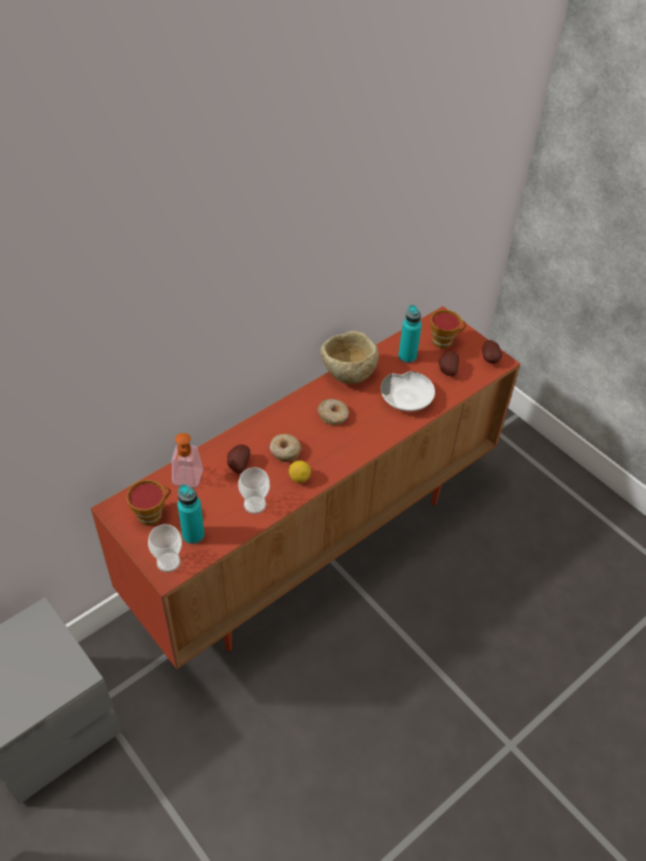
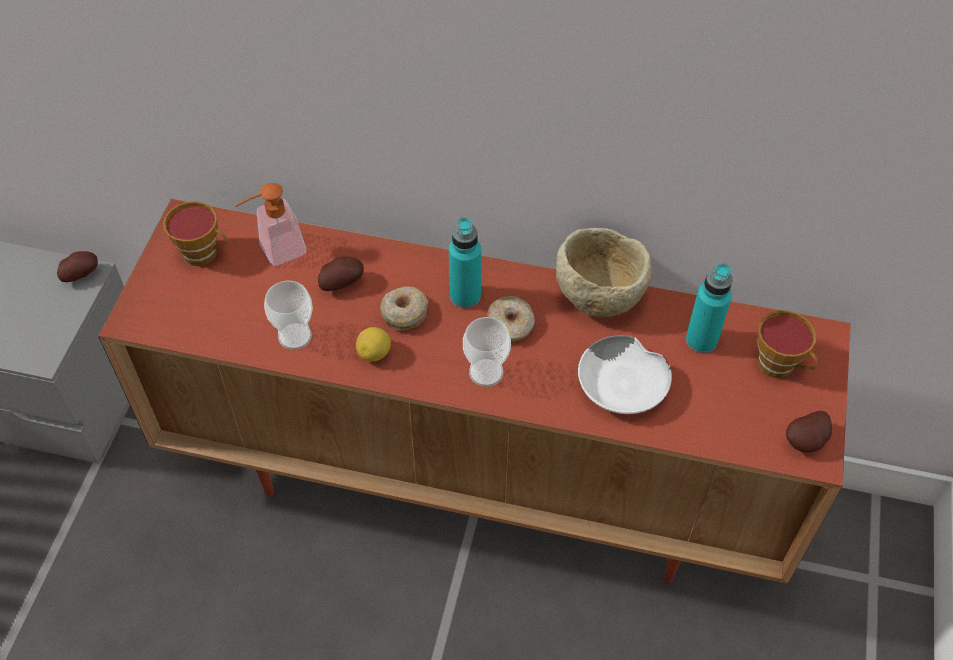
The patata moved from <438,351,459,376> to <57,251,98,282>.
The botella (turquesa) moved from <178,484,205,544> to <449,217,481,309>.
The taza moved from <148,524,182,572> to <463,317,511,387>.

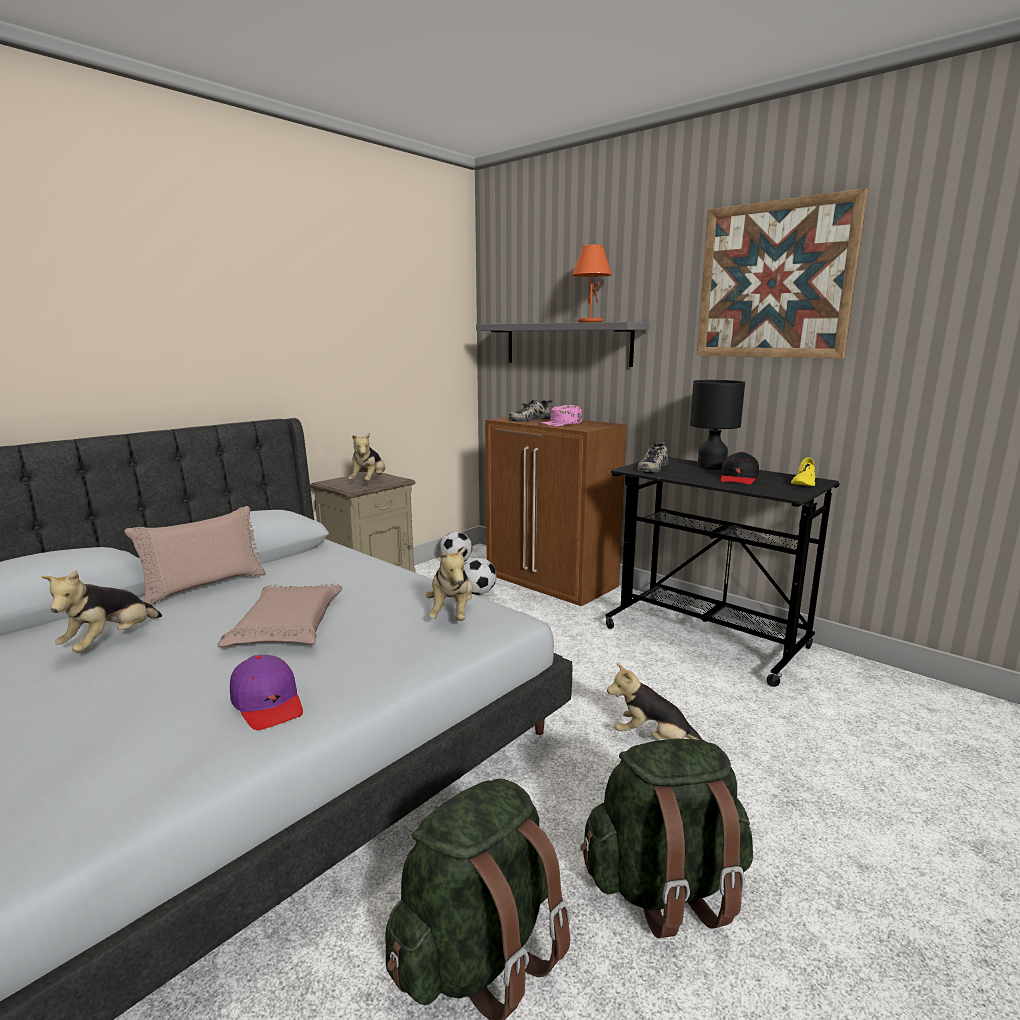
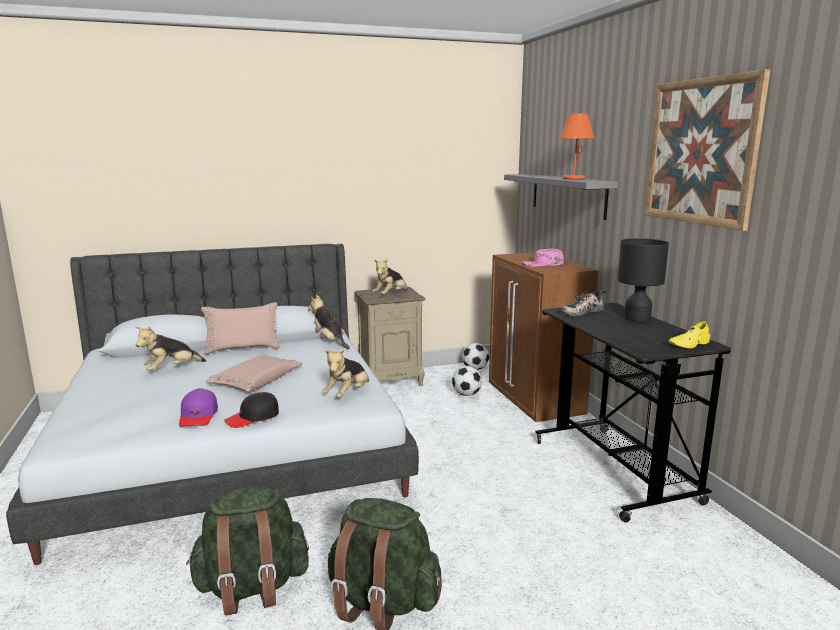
The zapato at <509,399,552,421> disappeared.
The gorra (negro) moved from <721,451,759,485> to <224,392,279,428>.
The peluche moved from <607,663,708,743> to <308,295,350,349>.

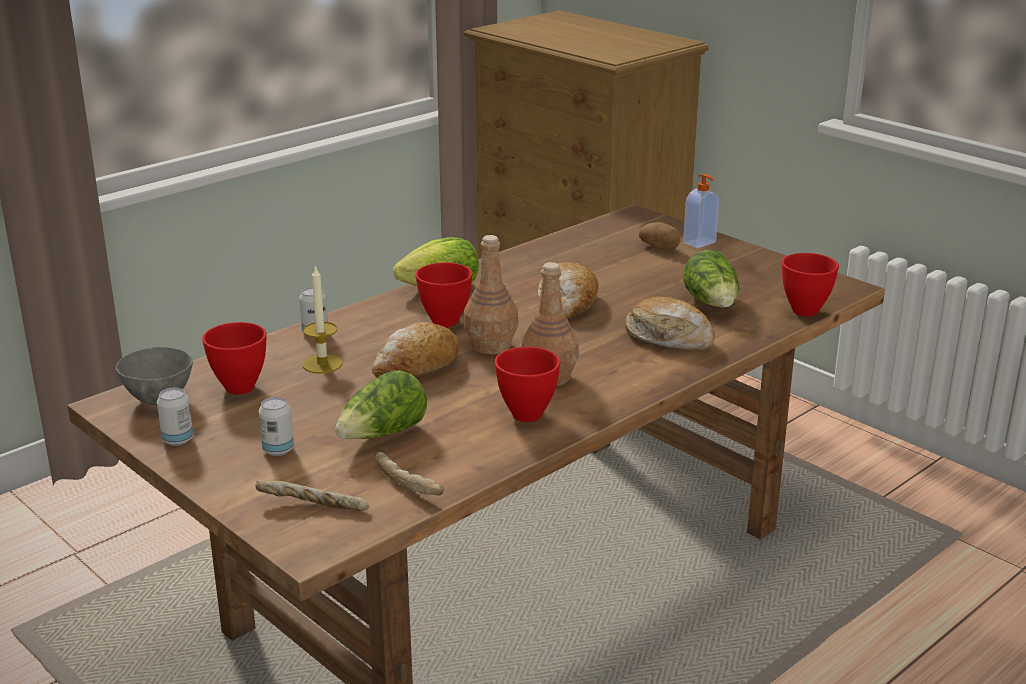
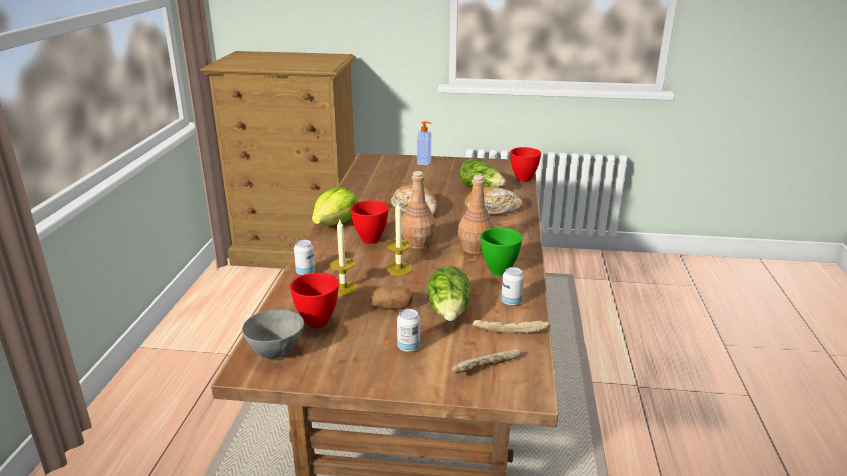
The patata moved from <639,222,680,250> to <370,286,413,310>.
The pan at <372,322,460,377> was replaced by the vela at <386,203,413,275>.
The cuenco (rojo) at <495,347,560,422> became the cuenco (verde) at <480,228,523,275>.
The lata moved from <157,388,193,446> to <501,267,524,306>.

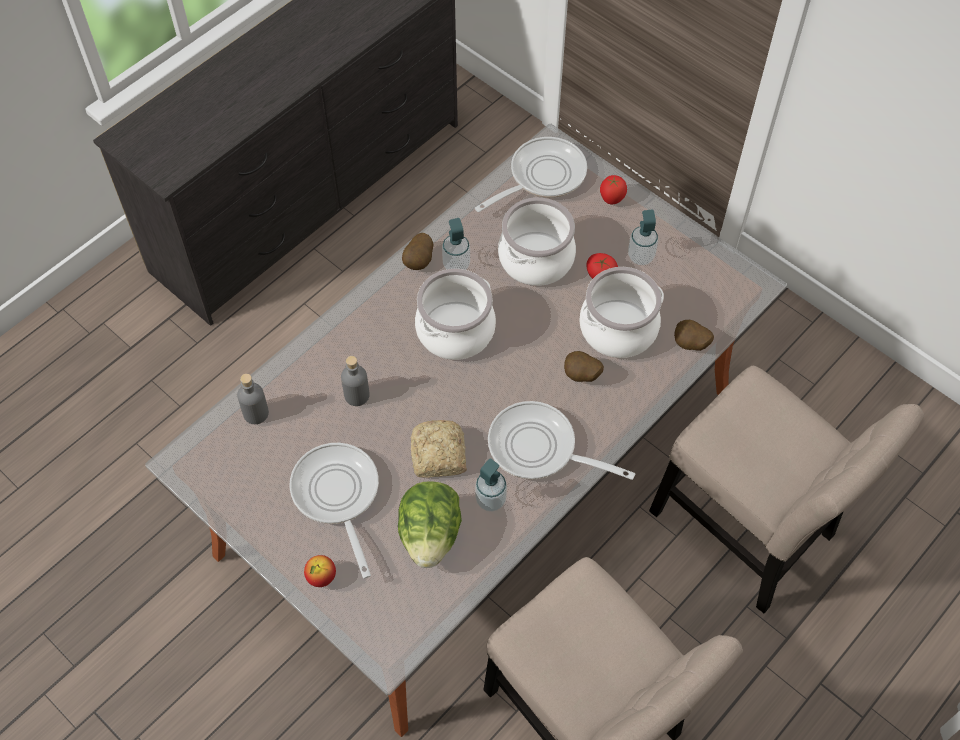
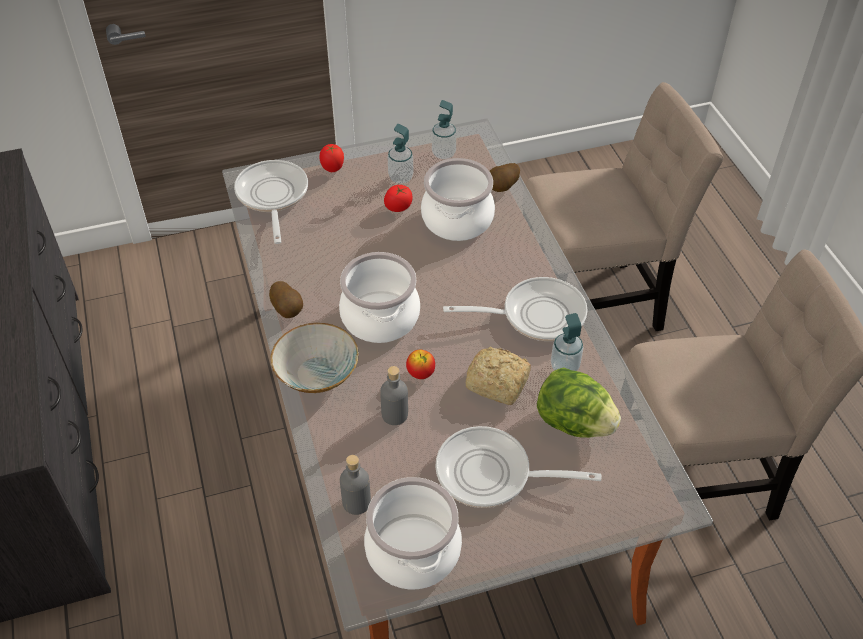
The olla moved from <498,197,576,286> to <364,477,462,590>.
The dispensador de jabón moved from <442,218,470,270> to <432,100,457,159>.
The patata at <564,351,604,382> disappeared.
The sartén at <488,401,635,480> turned 150 degrees counterclockwise.
The manzana moved from <304,555,336,587> to <406,350,435,379>.
The cuenco at <270,323,359,393> appeared.

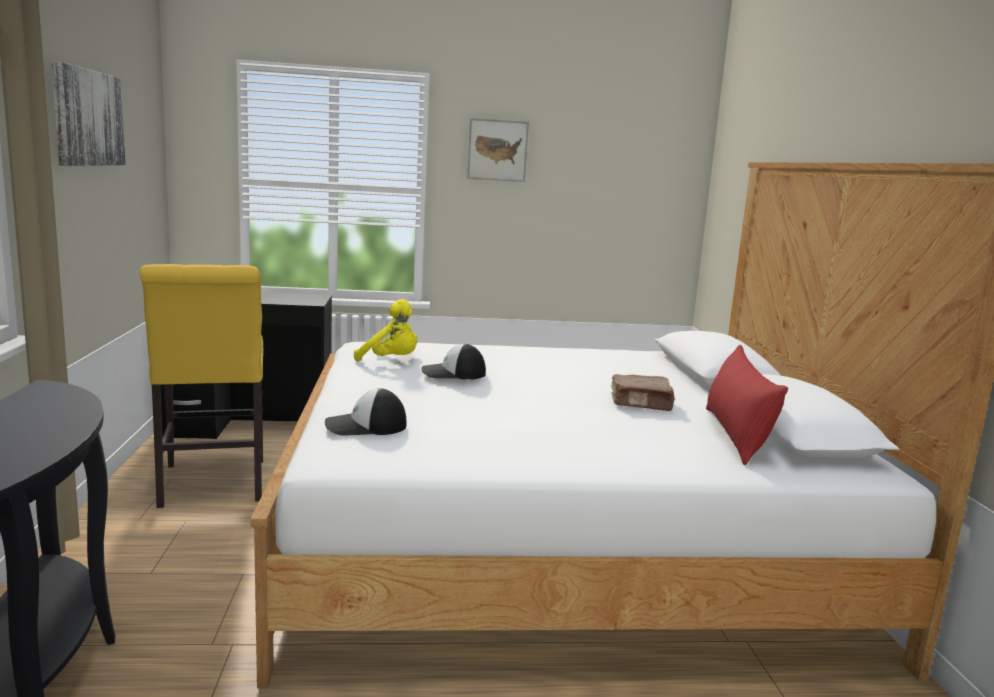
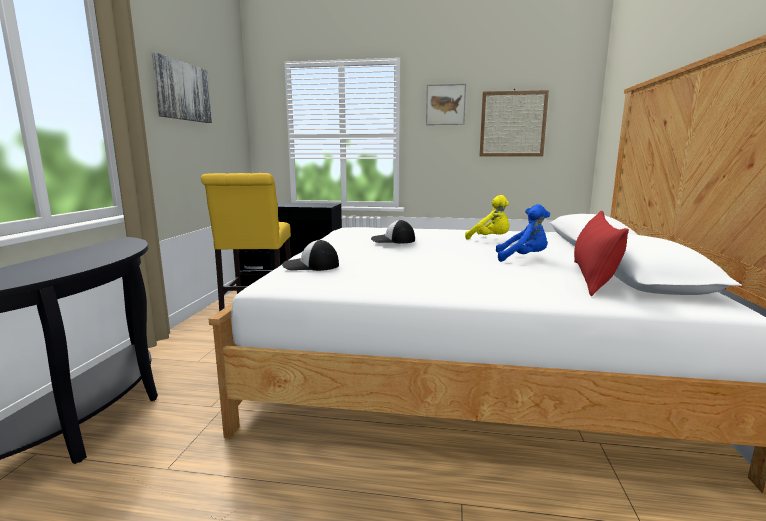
The peluche (amarillo) moved from <354,299,417,362> to <465,195,509,240>.
The libro (marrón) at <611,374,675,411> was replaced by the peluche (azul) at <496,204,550,262>.
The cuadro at <480,89,549,157> appeared.

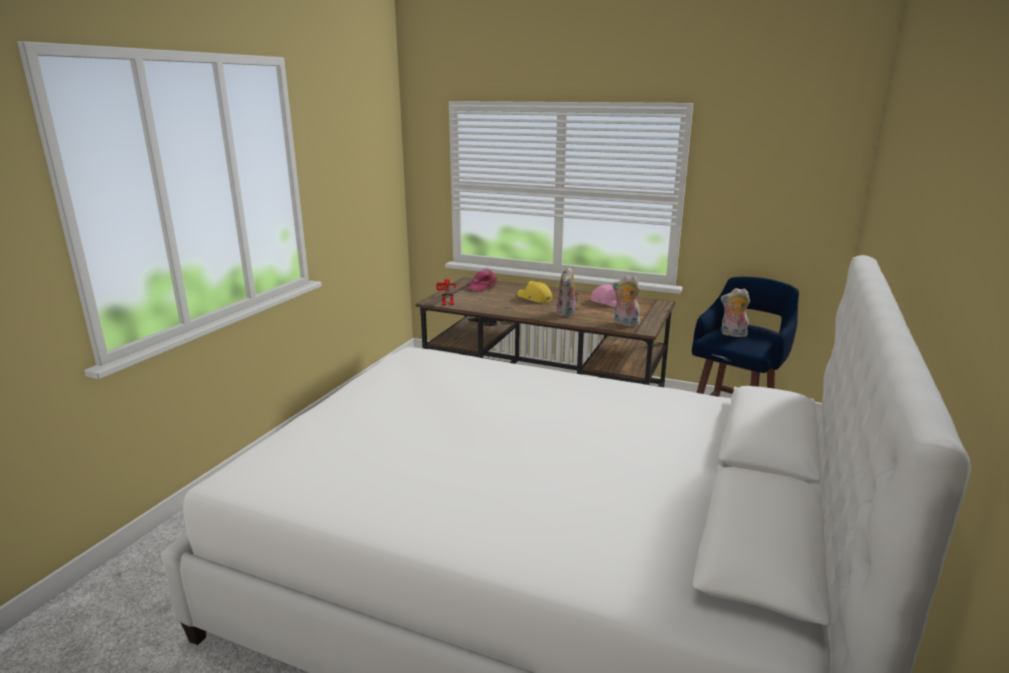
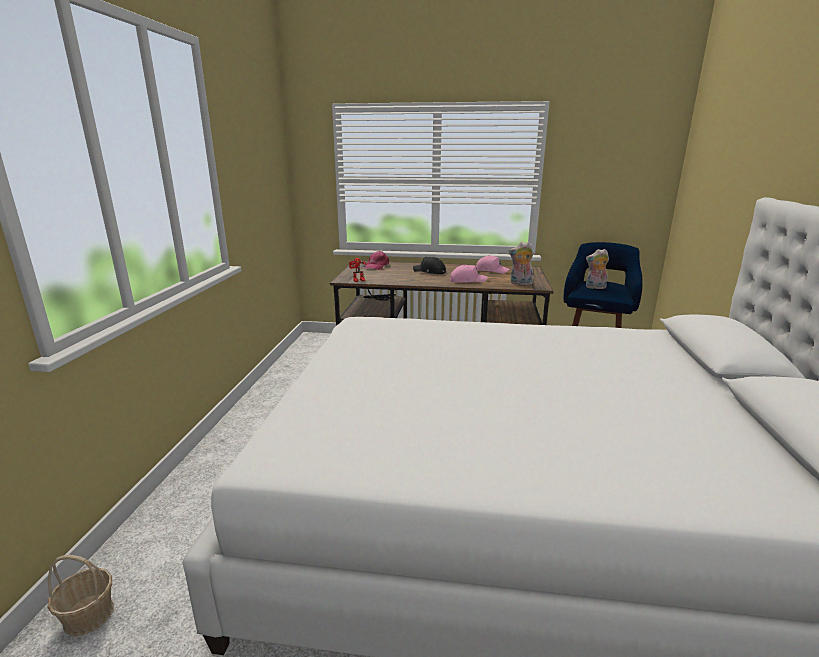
The peluche at <557,266,579,317> was replaced by the gorra (rosa) at <450,265,488,283>.
The gorra (amarillo) at <517,281,552,303> became the gorra (negro) at <413,257,446,274>.
The cesta at <47,555,114,637> appeared.

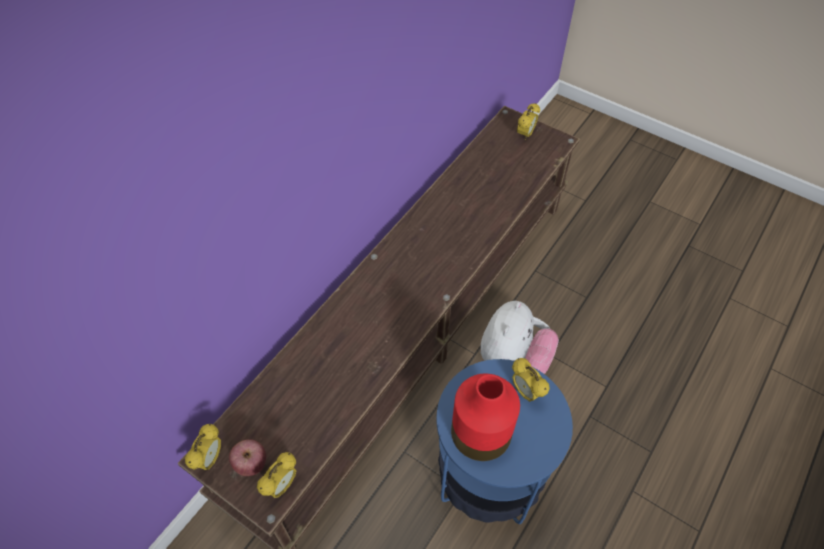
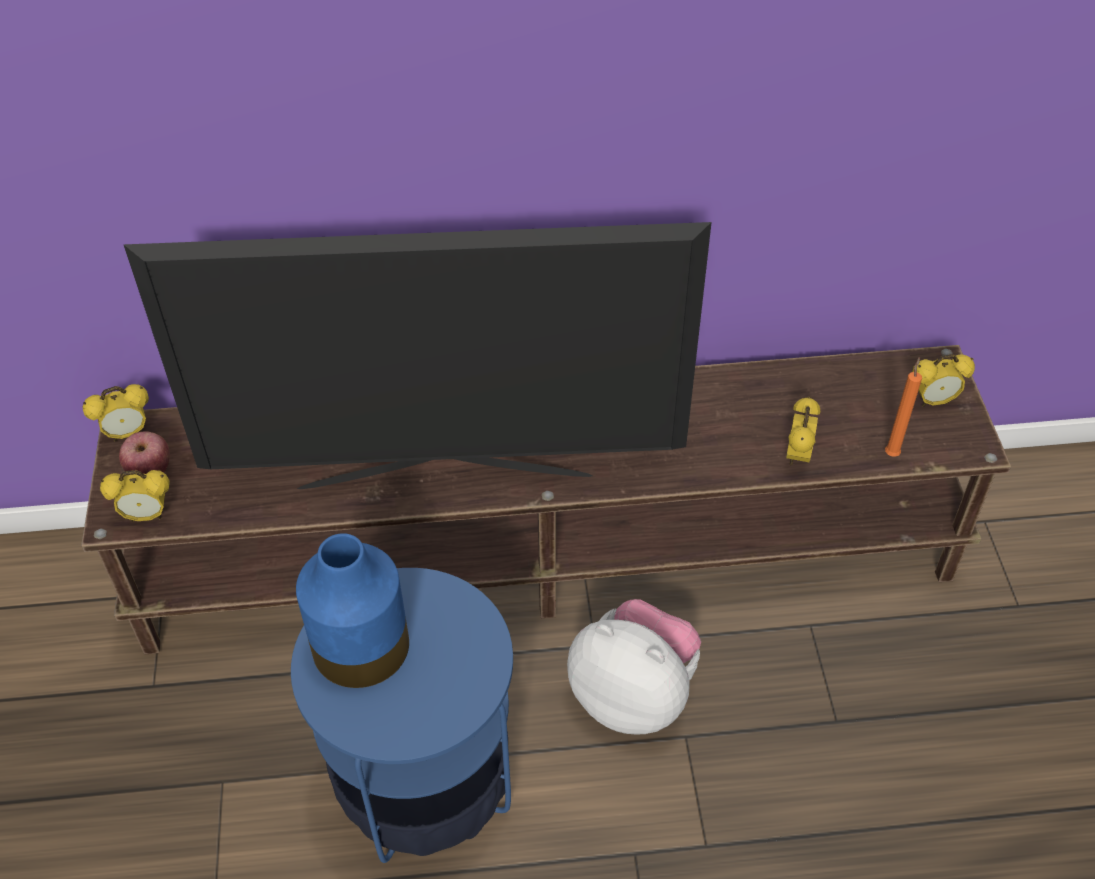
The peluche at <481,301,559,374> turned 135 degrees counterclockwise.
The despertador moved from <512,358,550,402> to <786,396,820,466>.
The florero (rojo) at <451,374,520,461> became the florero (azul) at <296,533,409,688>.
The televisor at <123,222,712,489> appeared.
The vela (naranja) at <885,357,922,457> appeared.

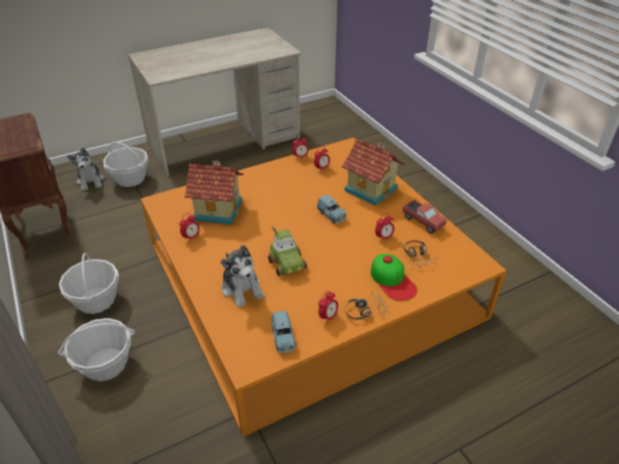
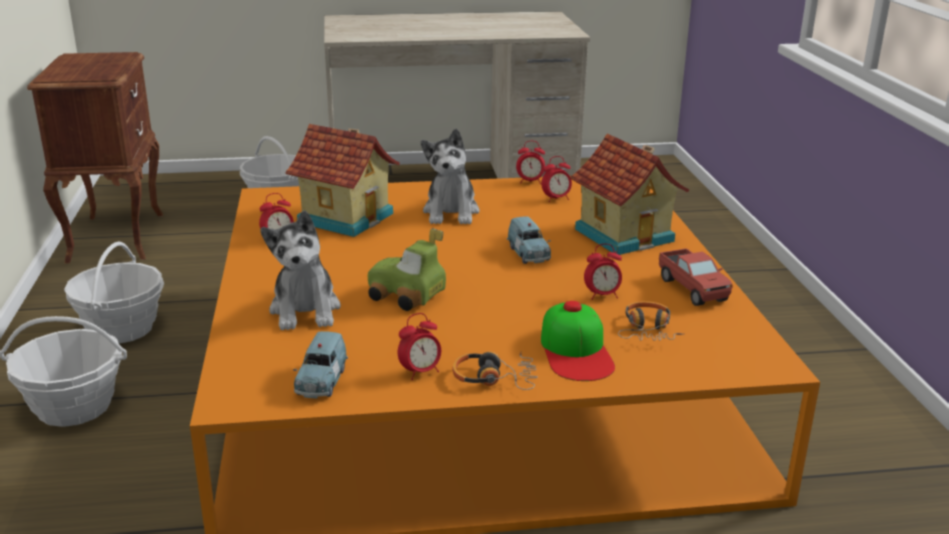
The peluche moved from <67,147,104,191> to <421,128,480,224>.
The coche de juguete at <268,226,307,276> turned 120 degrees clockwise.

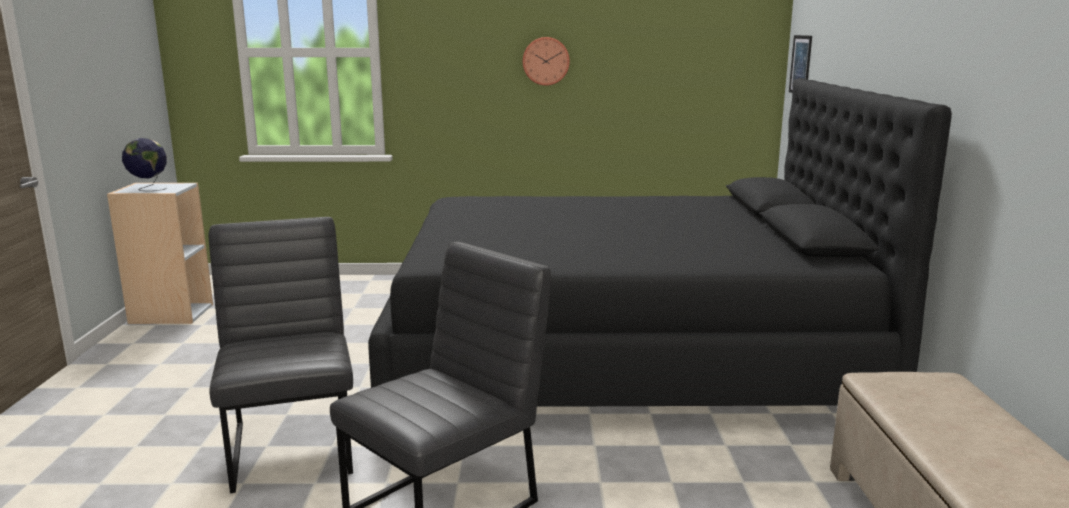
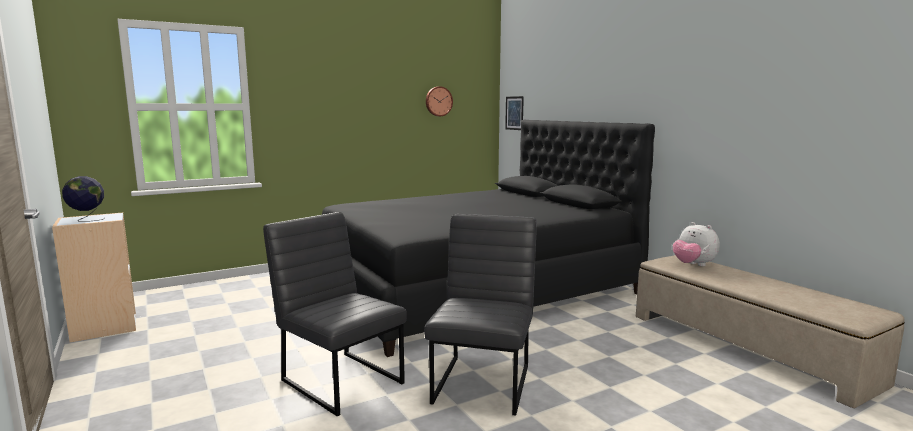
The reloj de pared moved from <523,37,570,86> to <426,86,453,116>.
The peluche at <673,222,720,266> appeared.

